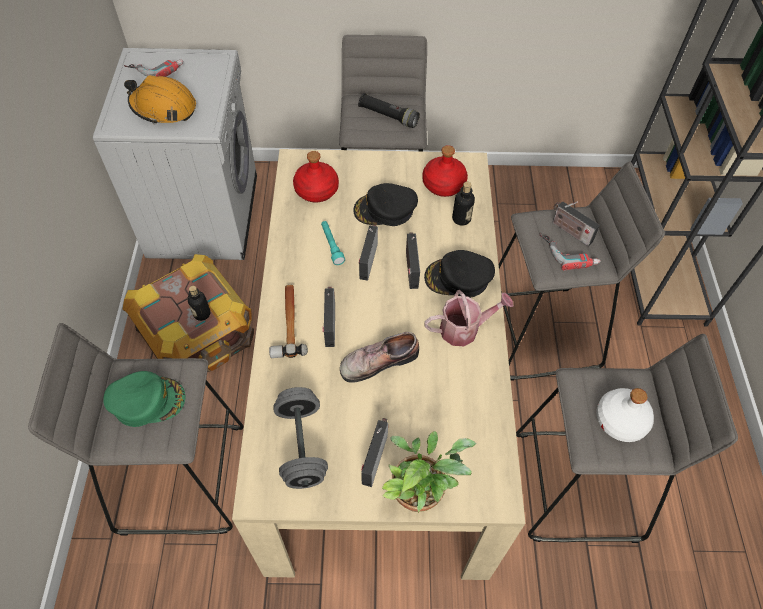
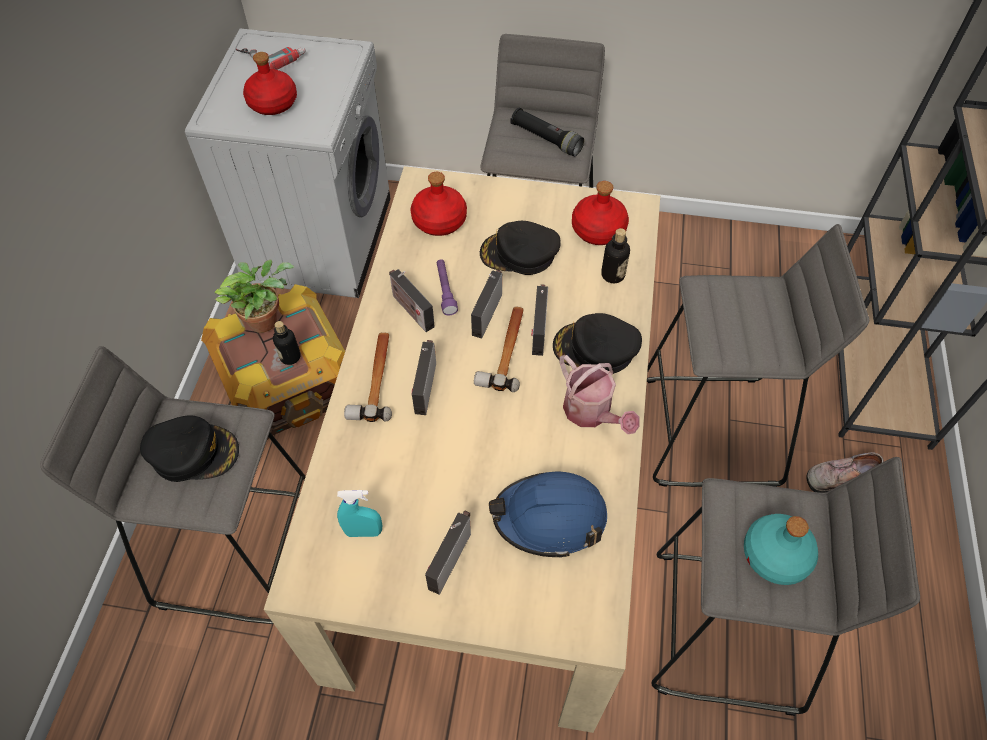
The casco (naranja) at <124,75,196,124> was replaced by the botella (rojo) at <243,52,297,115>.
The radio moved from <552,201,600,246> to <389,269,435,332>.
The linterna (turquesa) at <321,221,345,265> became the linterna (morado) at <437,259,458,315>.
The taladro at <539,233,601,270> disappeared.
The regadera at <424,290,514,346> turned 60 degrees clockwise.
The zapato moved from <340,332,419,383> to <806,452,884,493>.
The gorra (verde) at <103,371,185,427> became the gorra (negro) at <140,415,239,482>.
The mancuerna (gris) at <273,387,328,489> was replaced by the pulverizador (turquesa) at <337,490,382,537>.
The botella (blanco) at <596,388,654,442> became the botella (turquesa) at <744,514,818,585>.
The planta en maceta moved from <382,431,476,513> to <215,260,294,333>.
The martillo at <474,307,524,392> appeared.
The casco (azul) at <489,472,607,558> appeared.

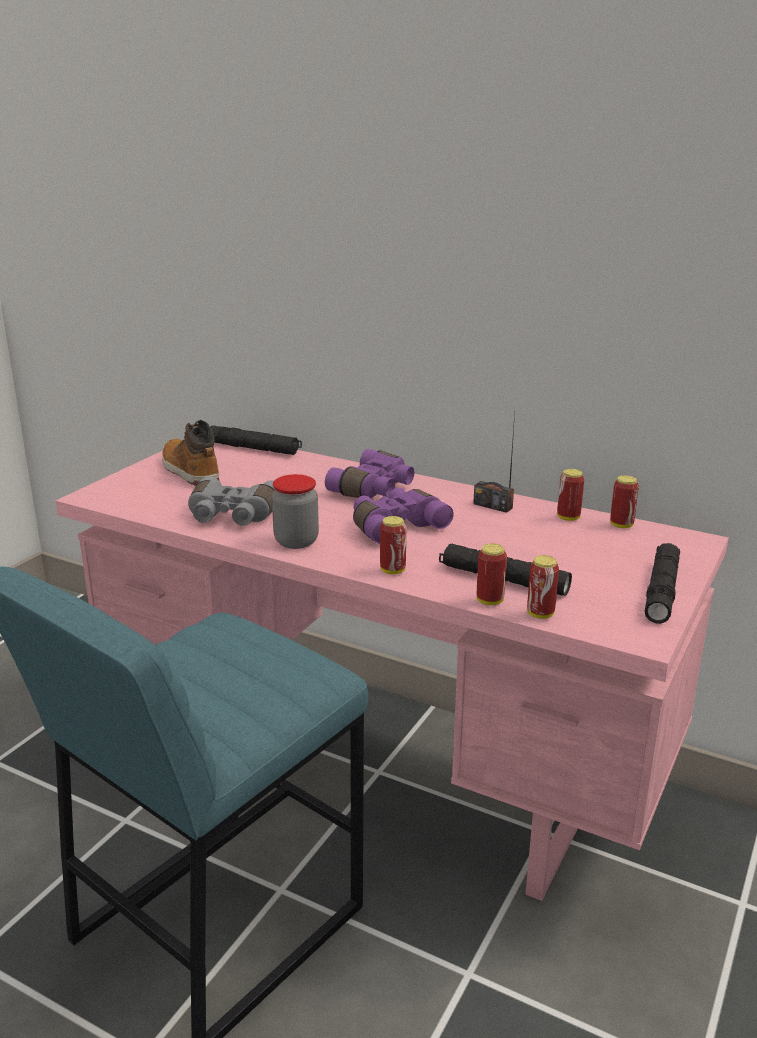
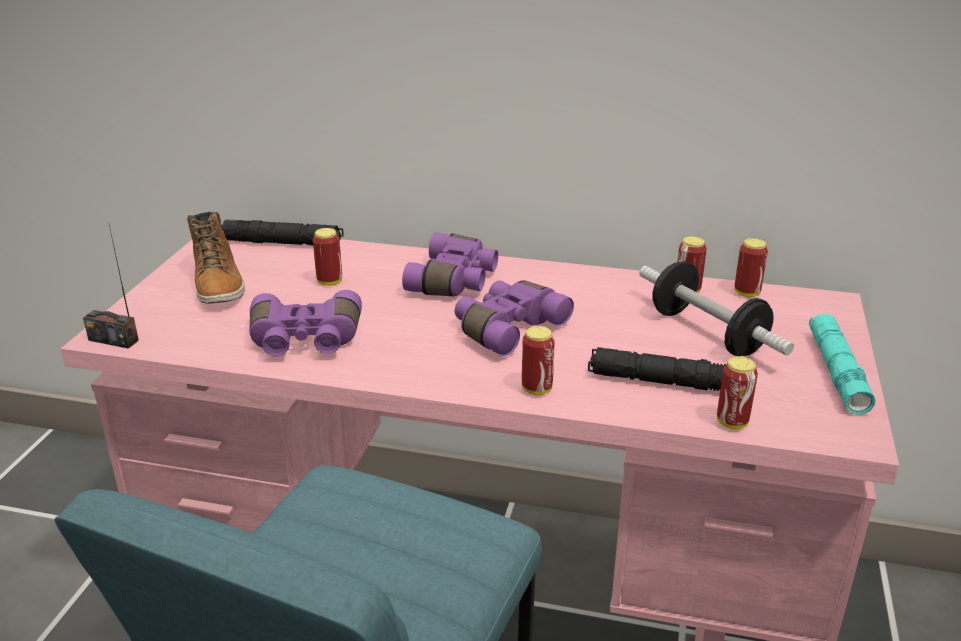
The radio moved from <473,413,515,513> to <83,225,139,349>.
The bota at <162,420,219,486> turned 150 degrees counterclockwise.
The tarro at <272,474,319,549> disappeared.
The prismáticos (gris) at <188,476,275,526> became the prismáticos (morado) at <250,290,362,357>.
The lata moved from <477,543,507,605> to <313,228,342,286>.
The linterna (negro) at <645,543,680,624> became the linterna (turquesa) at <809,314,875,415>.
The mancuerna at <639,261,794,356> appeared.

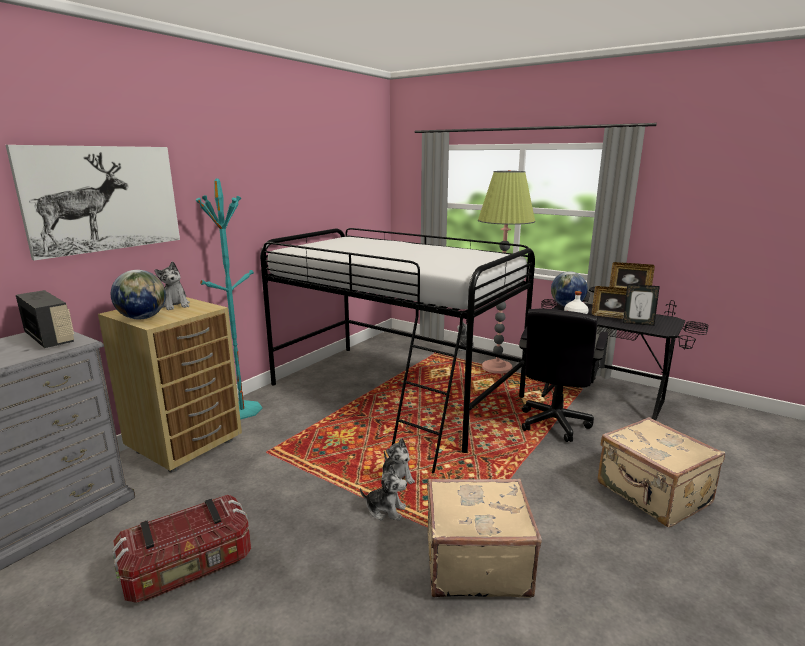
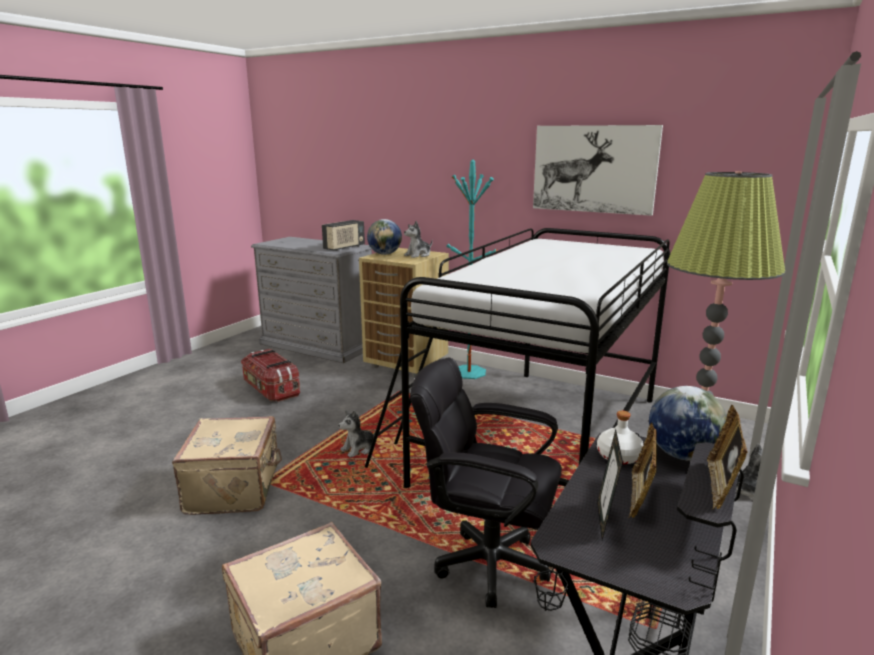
The cuadro moved from <6,145,180,261> to <533,125,663,216>.
The peluche at <360,465,407,521> disappeared.

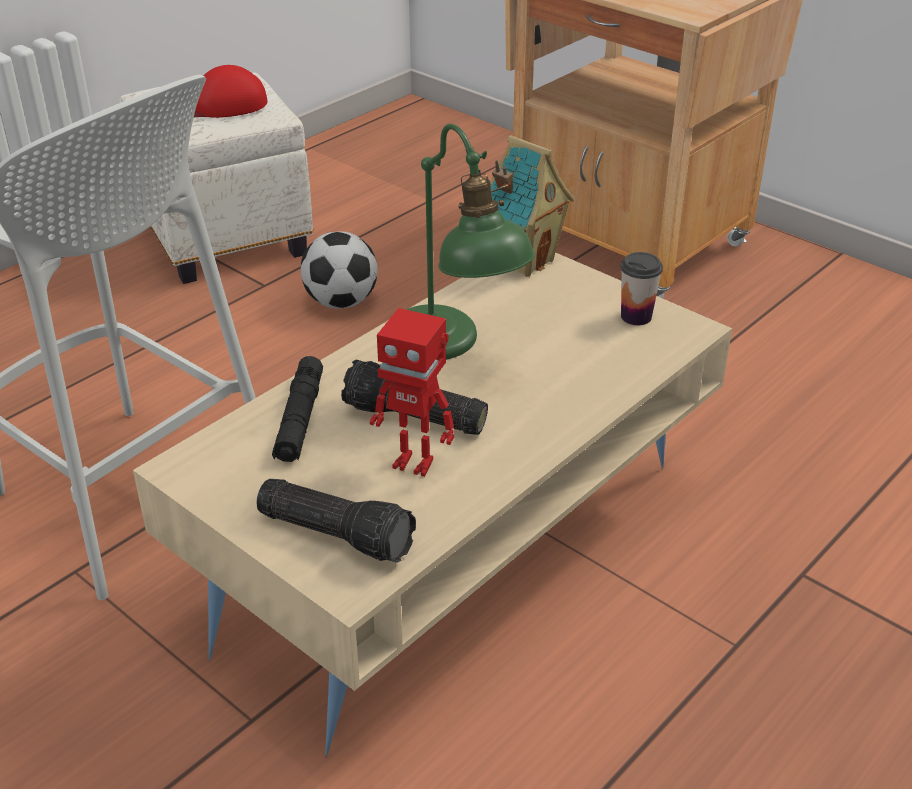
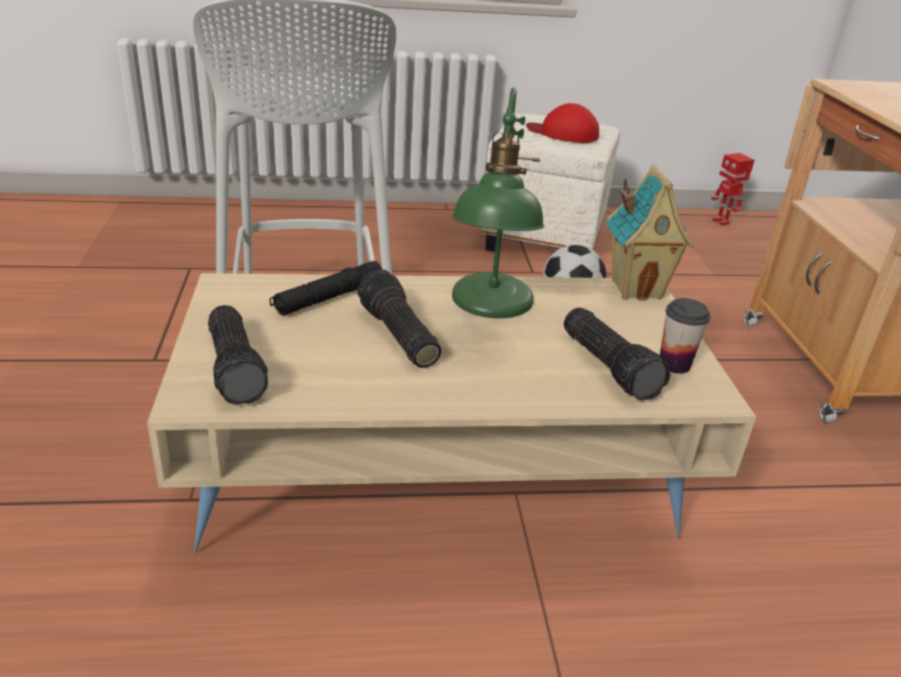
The robot de juguete moved from <370,308,454,477> to <711,153,754,226>.
The linterna at <564,307,671,401> appeared.

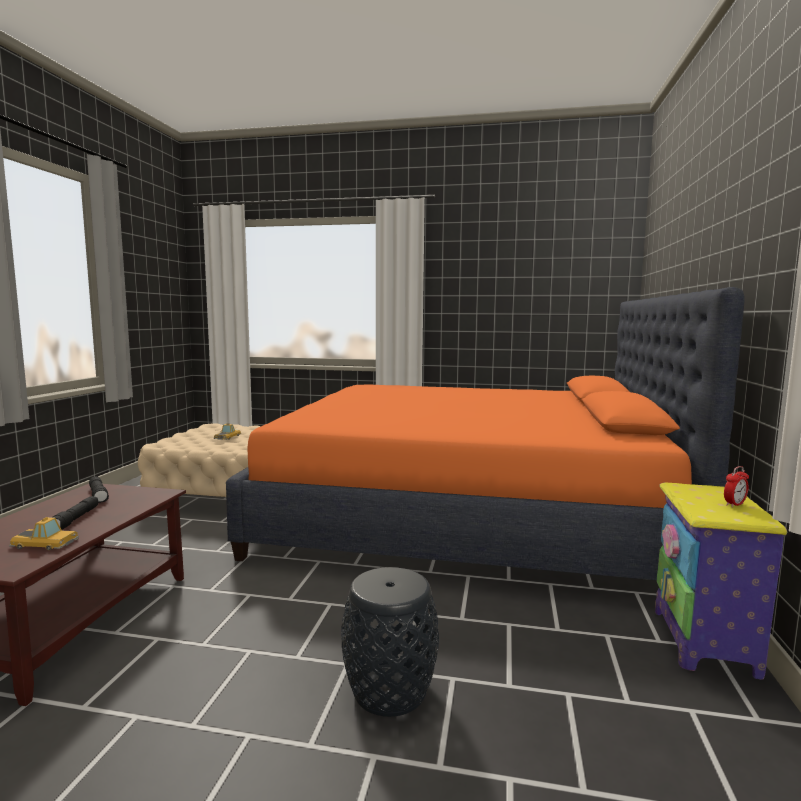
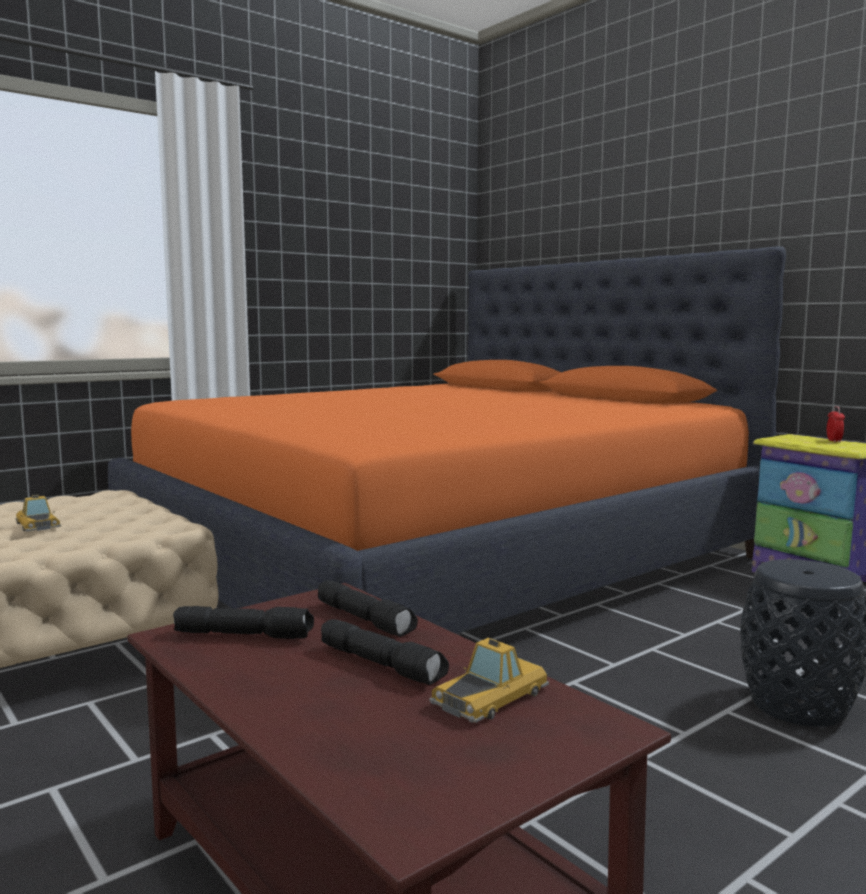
The linterna (negro) at <318,580,418,637> appeared.

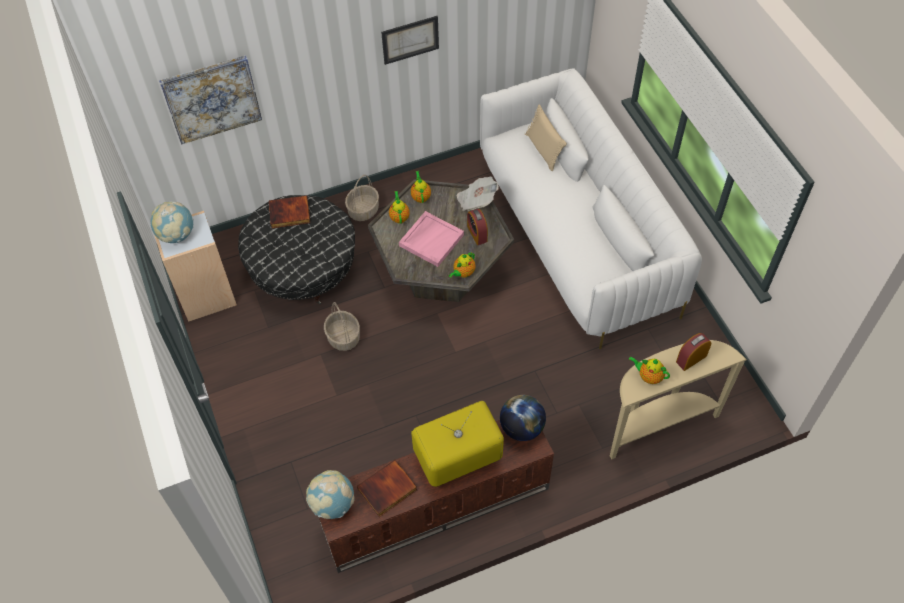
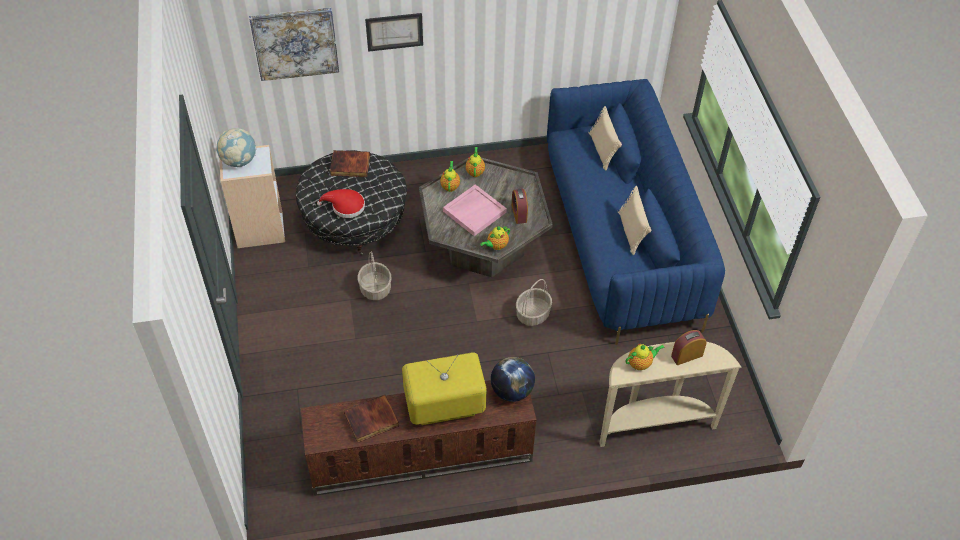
The cuadro moved from <381,16,439,65> to <365,13,423,52>.
The sofá (blanco) at <480,68,702,349> became the sofá (azul) at <547,79,725,345>.
The cesta moved from <345,175,379,221> to <516,279,552,326>.
The periódico at <457,177,499,211> disappeared.
The tetera at <629,356,670,384> turned 120 degrees clockwise.
The globo terráqueo at <306,470,355,519> disappeared.
The cojín (beis) at <617,186,651,255> appeared.
The sombrero (rojo) at <317,189,365,218> appeared.

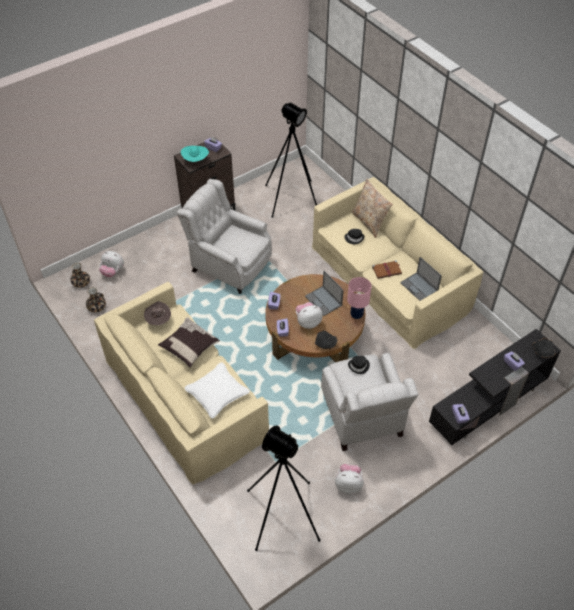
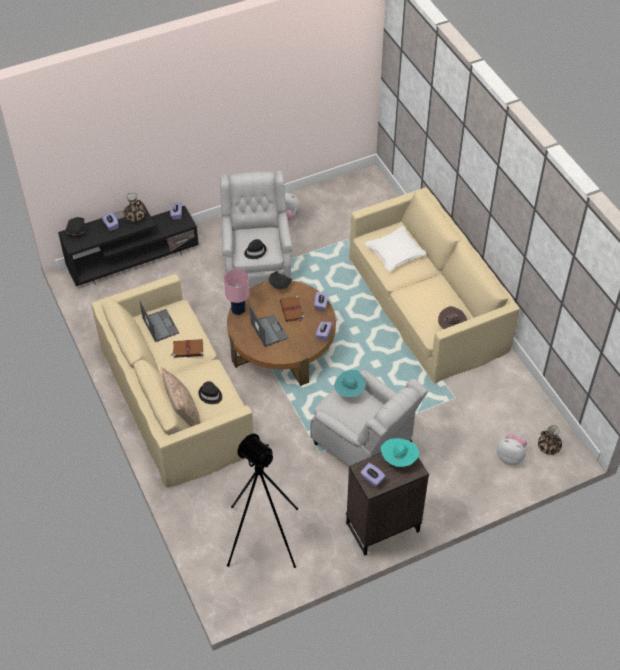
The florero moved from <86,287,106,313> to <124,193,145,222>.
The peluche at <295,302,323,329> was replaced by the libro (marrón) at <280,296,304,322>.
The cojín at <158,317,220,367> disappeared.
The lámpara de pie (negro) at <247,425,321,551> disappeared.
The sombrero (turquesa) at <334,370,365,397> appeared.

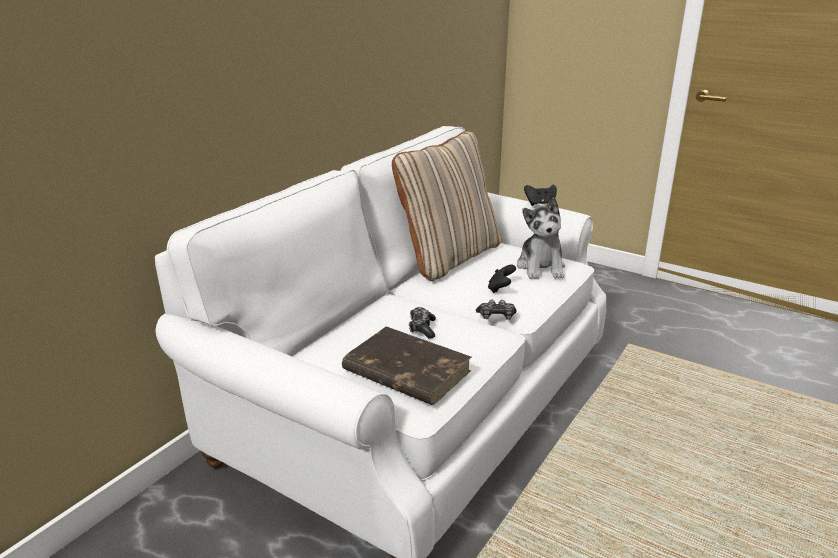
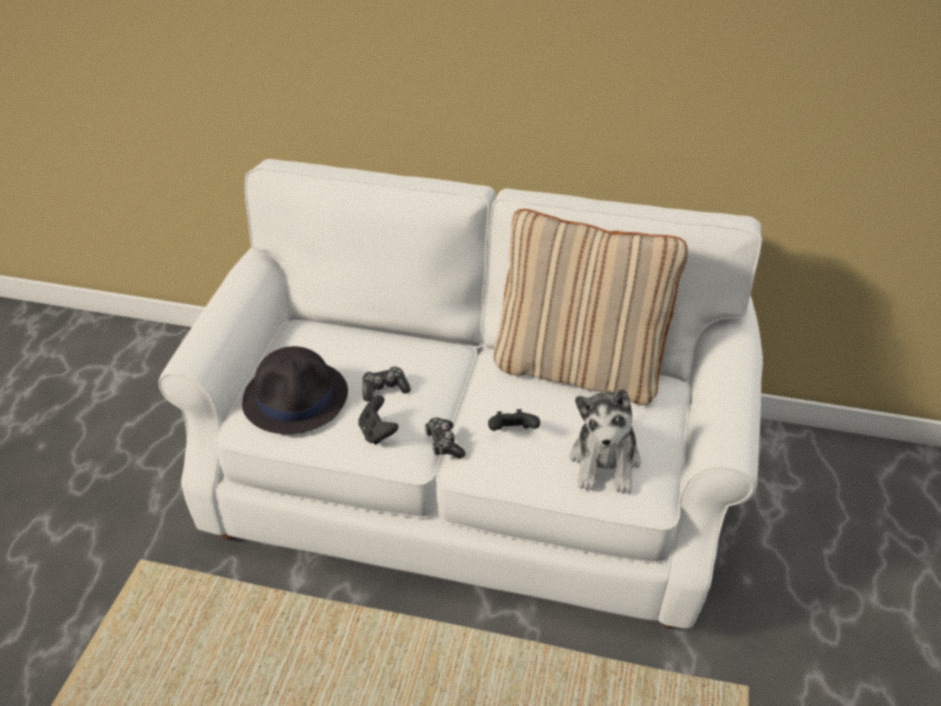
The mando de consola (negro) moved from <524,185,557,206> to <358,396,399,445>.
The peluche at <517,198,565,279> turned 60 degrees counterclockwise.
The libro (marrón) at <342,326,471,405> was replaced by the sombrero (negro) at <242,346,348,434>.

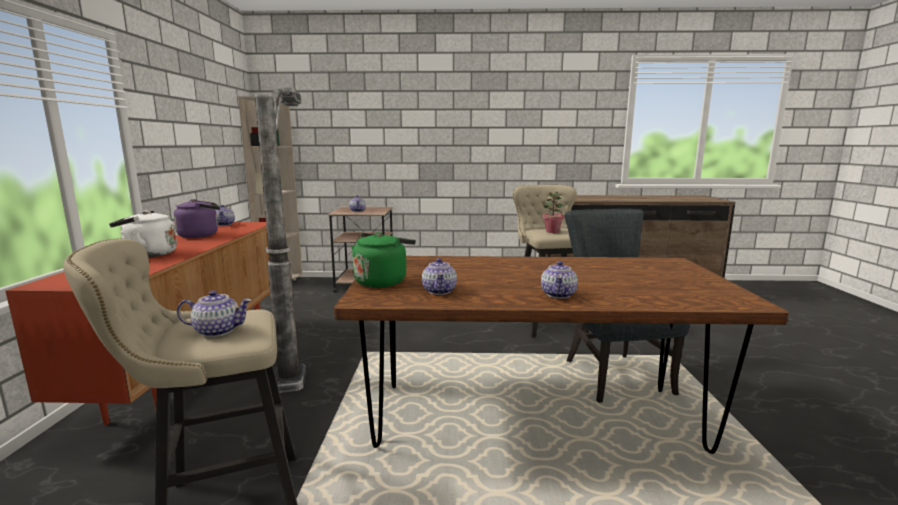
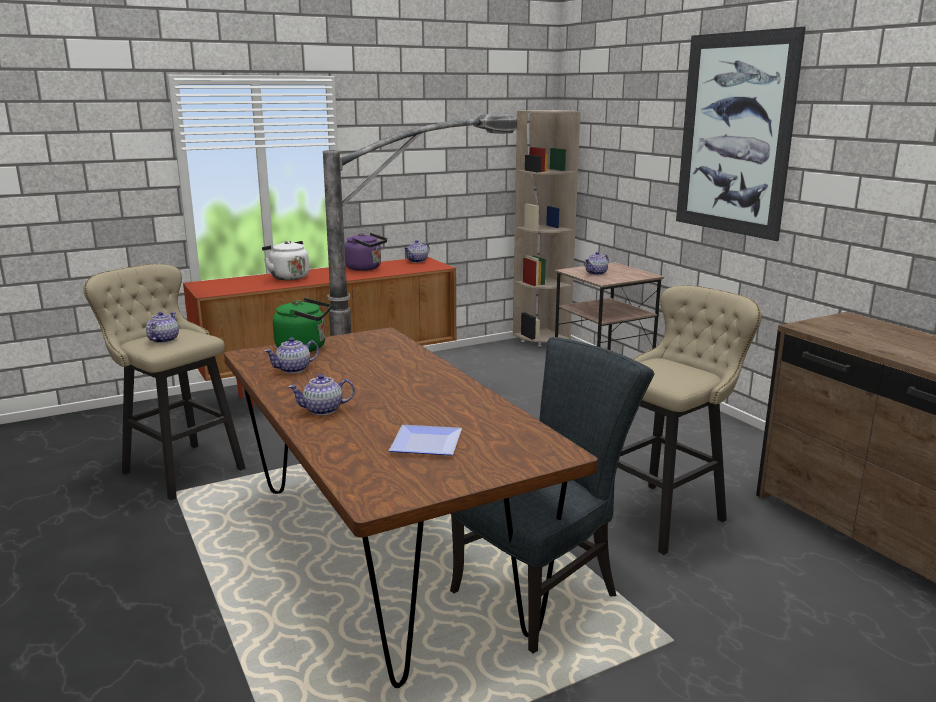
The planta en maceta at <543,191,564,233> disappeared.
The tetera at <177,290,252,337> turned 135 degrees counterclockwise.
The cuadro at <676,27,806,241> appeared.
The plato at <389,425,462,455> appeared.

